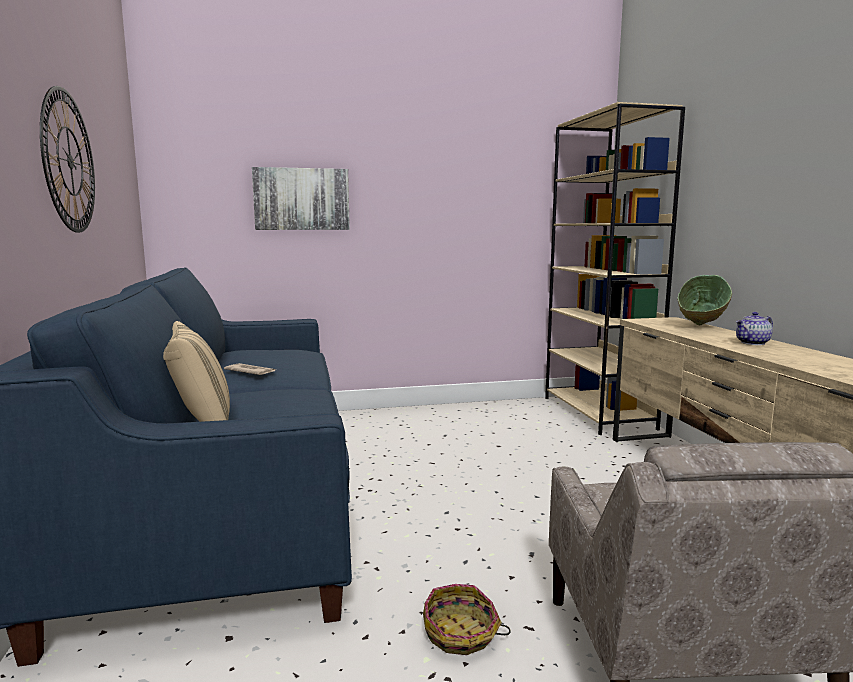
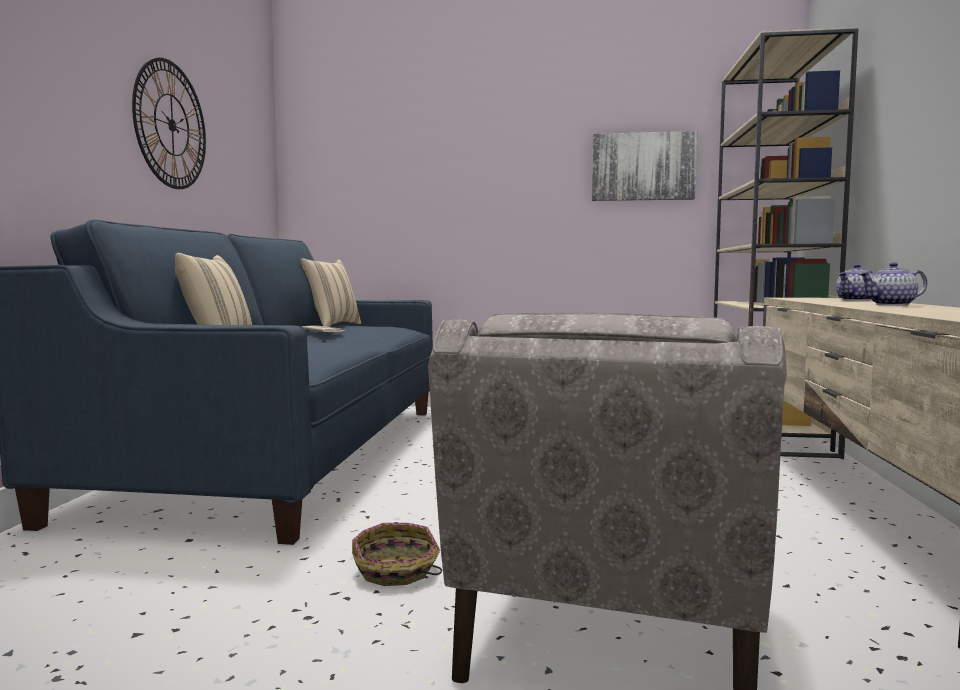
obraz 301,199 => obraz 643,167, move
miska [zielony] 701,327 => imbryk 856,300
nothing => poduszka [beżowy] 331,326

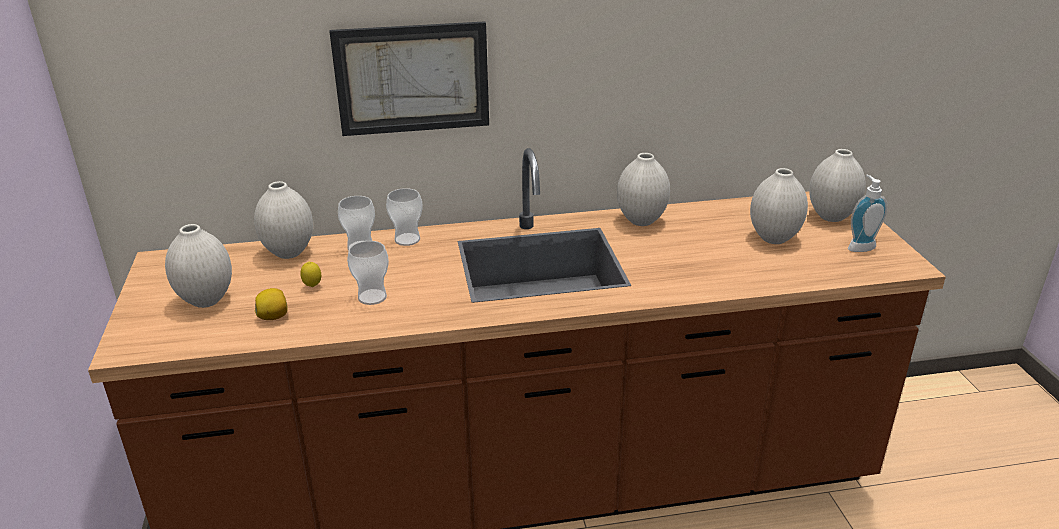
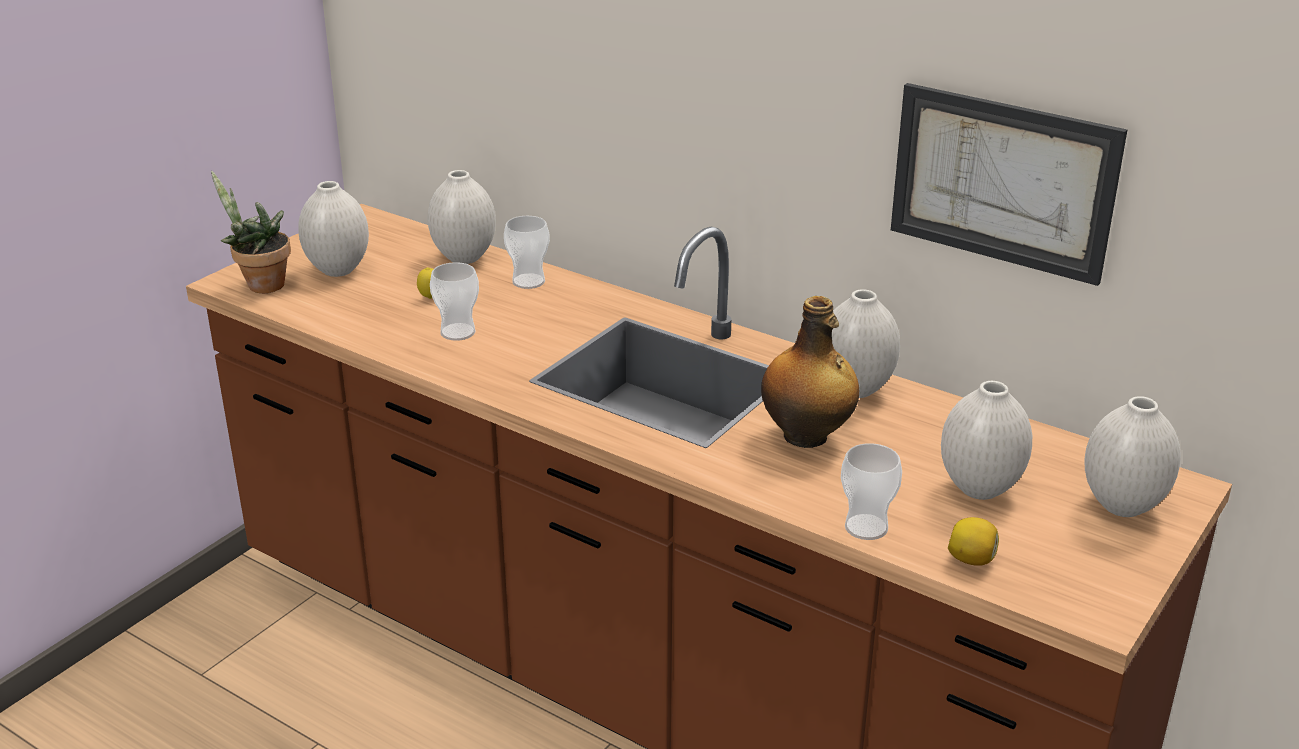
obraz 412,78 => obraz 1003,181, move
dozownik mydła 859,246 => nothing
filiżanka 407,239 => filiżanka 866,527, move
cytryna 273,317 => cytryna 971,559, move
nothing => roślina doniczkowa 261,285
nothing => butelka 807,436

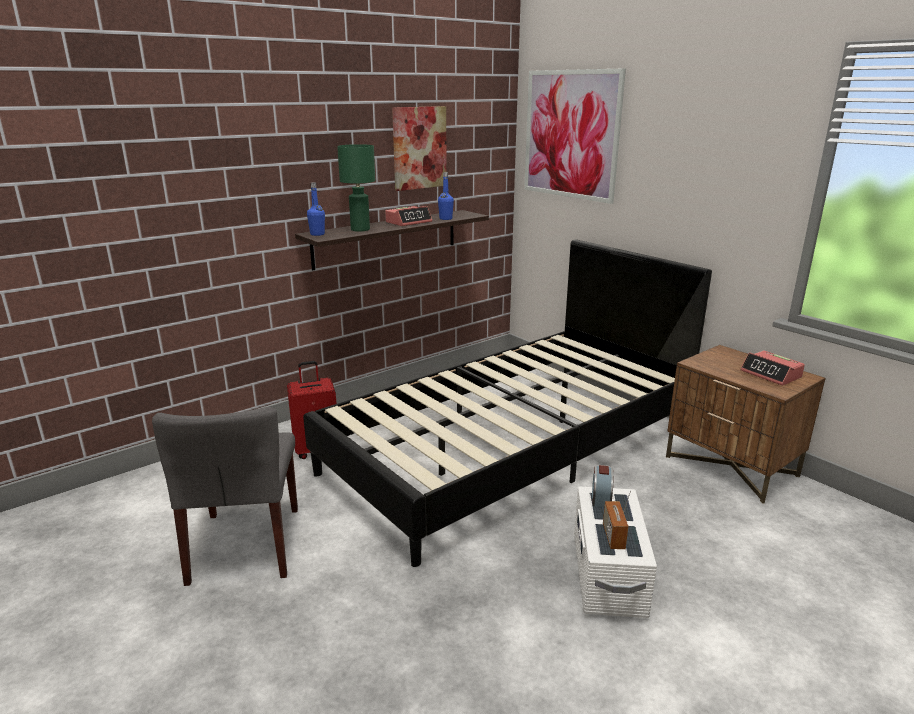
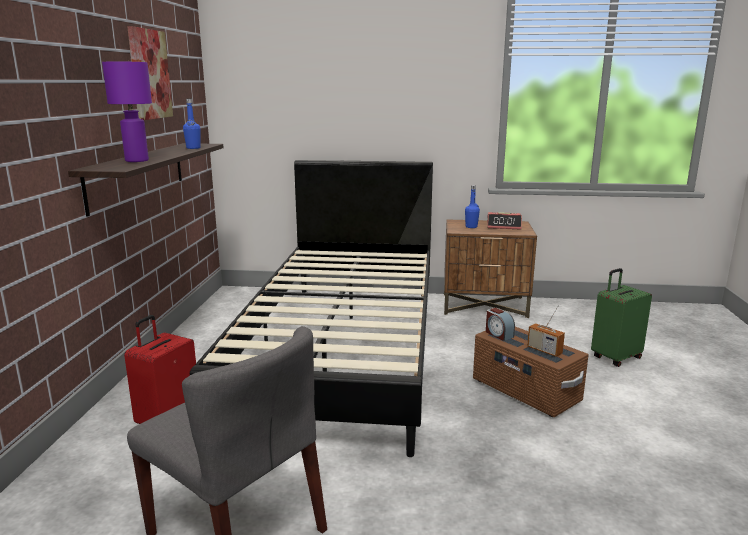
obraz 571,135 => nothing
lampa stołowa [zielony] 360,230 => lampa stołowa [fioletowy] 137,161
butelka [niebieski] 317,234 => butelka [niebieski] 471,227, move
budzik 408,222 => nothing
pojemnik do przechowywania [biały] 607,574 => pojemnik do przechowywania [brązowy] 525,391
nothing => walizka [zielony] 615,357

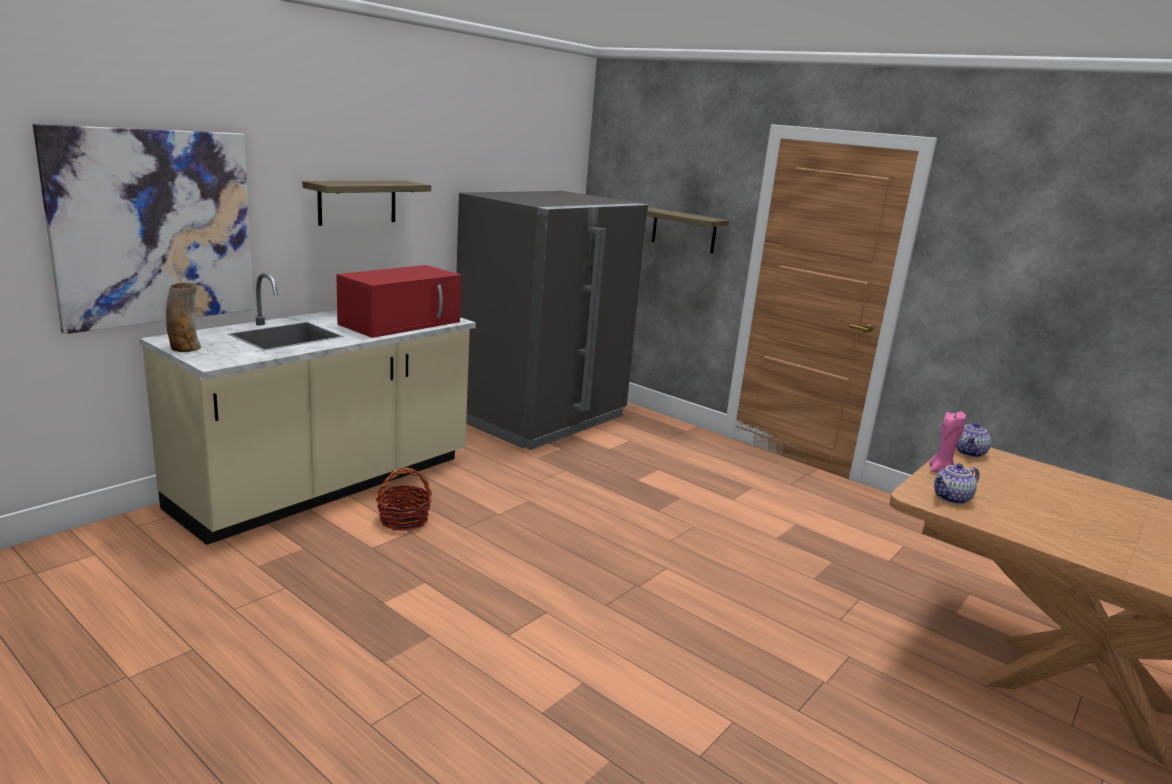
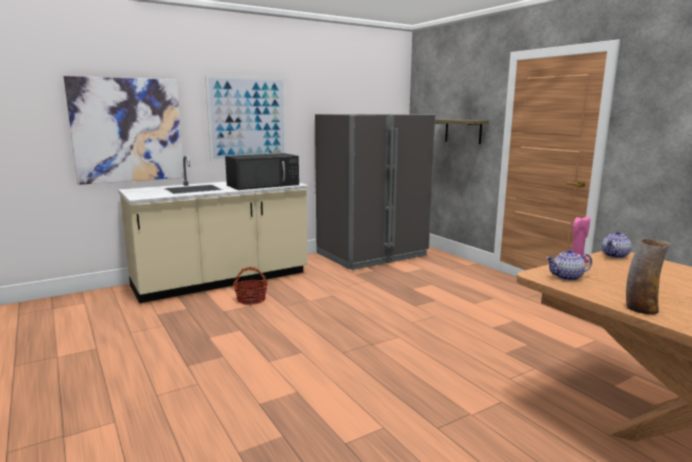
półka 357,202 => obraz 248,119
mikrofalówka [czerwony] 401,322 => mikrofalówka [czarny] 264,185
wazon 185,348 => wazon 640,309, move

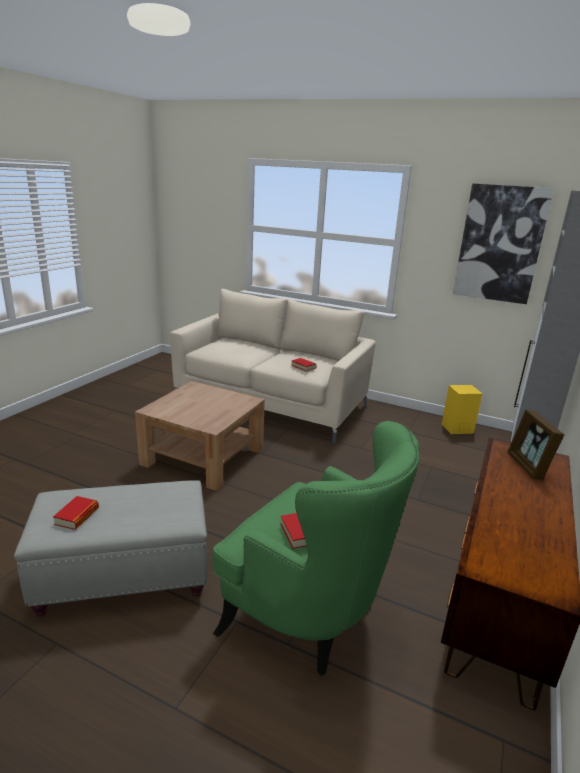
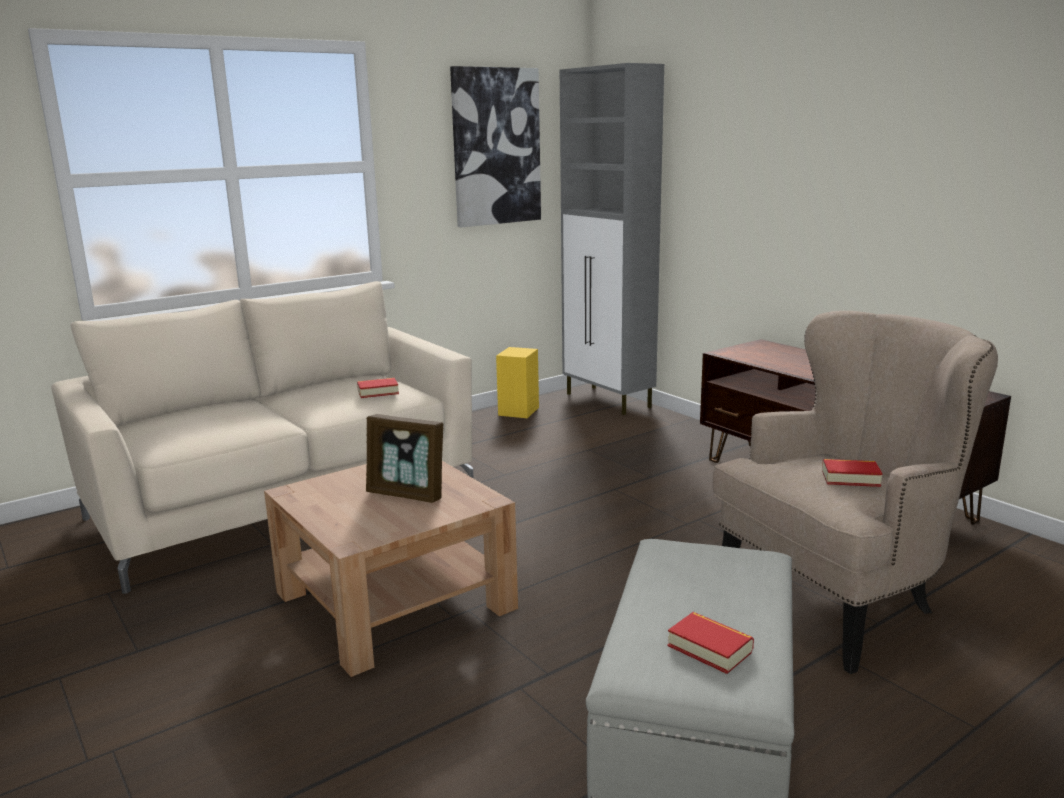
ramka na zdjęcie 528,466 => ramka na zdjęcie 407,494, move
fotel [zielony] 310,616 => fotel [beżowy] 836,597

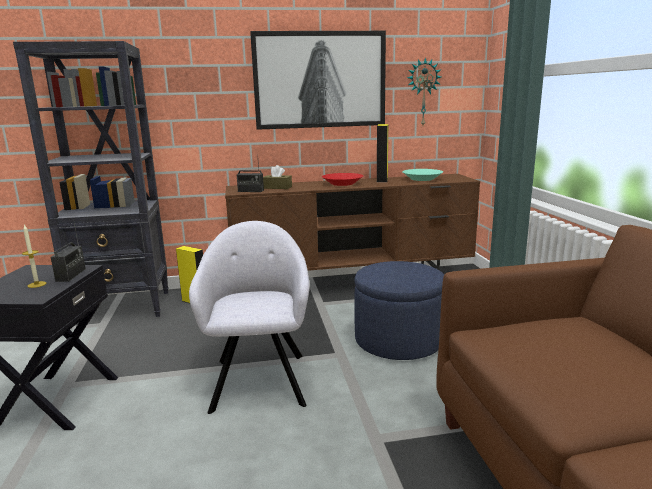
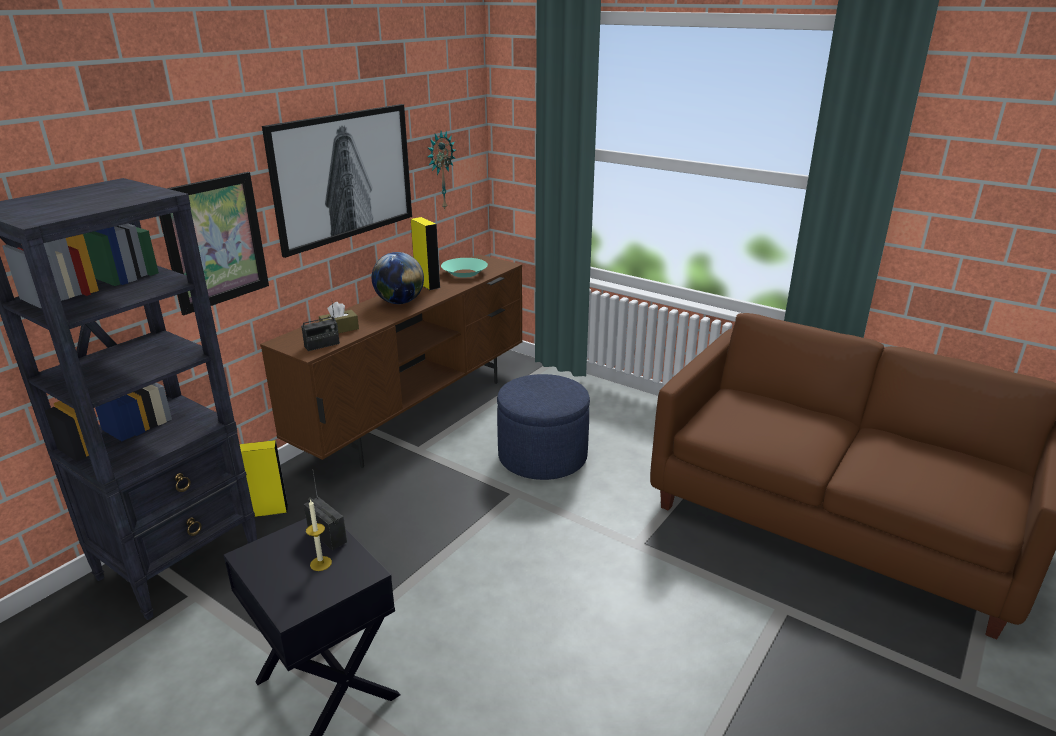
miska [czerwony] 342,183 => globus 399,302
fotel [szary] 259,378 => nothing
nothing => obraz 215,242

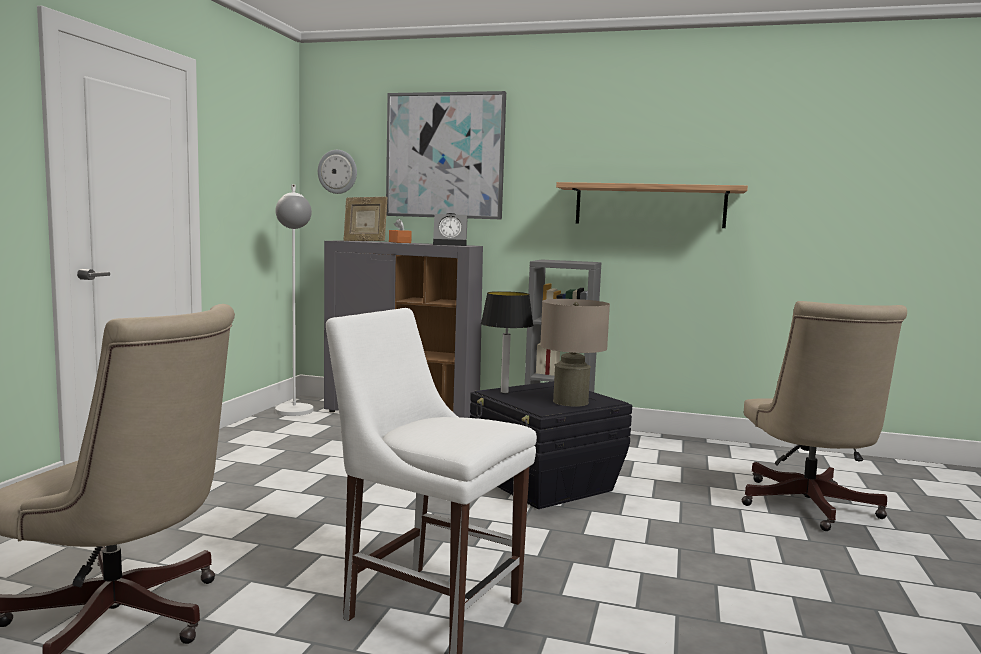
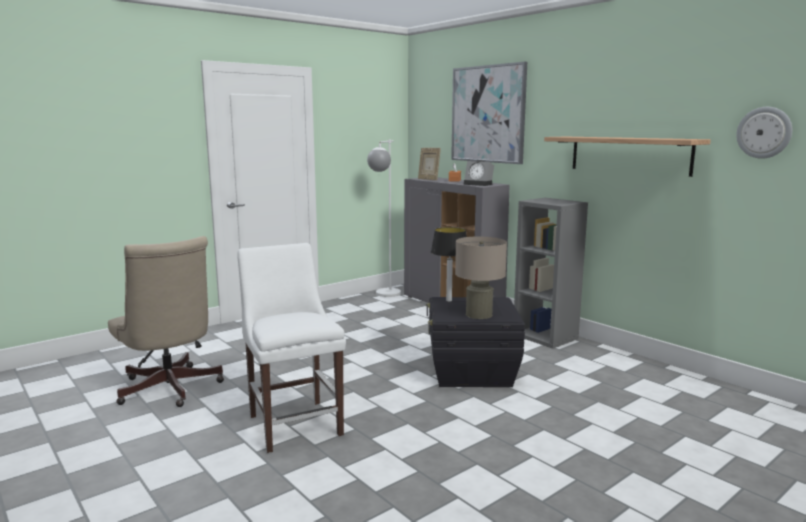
zegar ścienny 338,171 => zegar ścienny 764,132, move
krzesło biurowe [beżowy] 808,508 => nothing

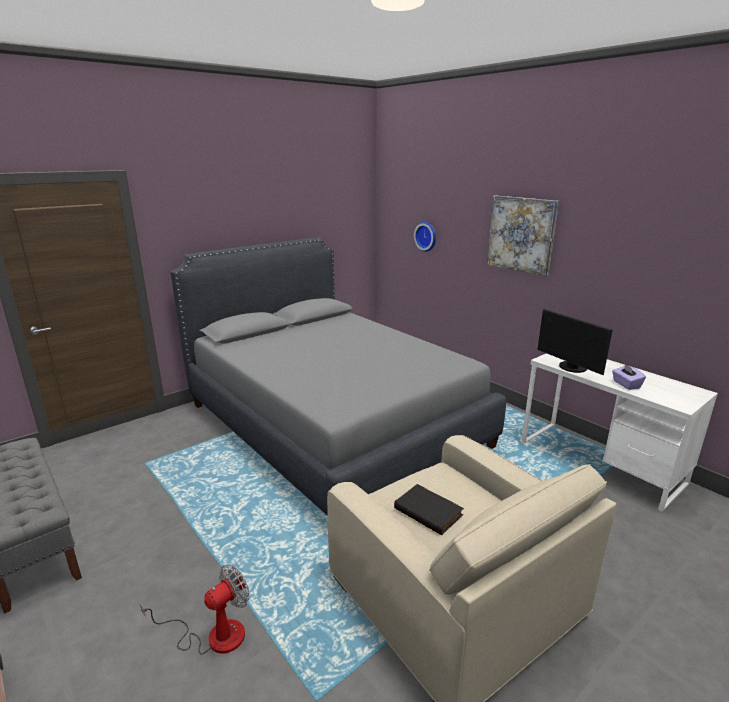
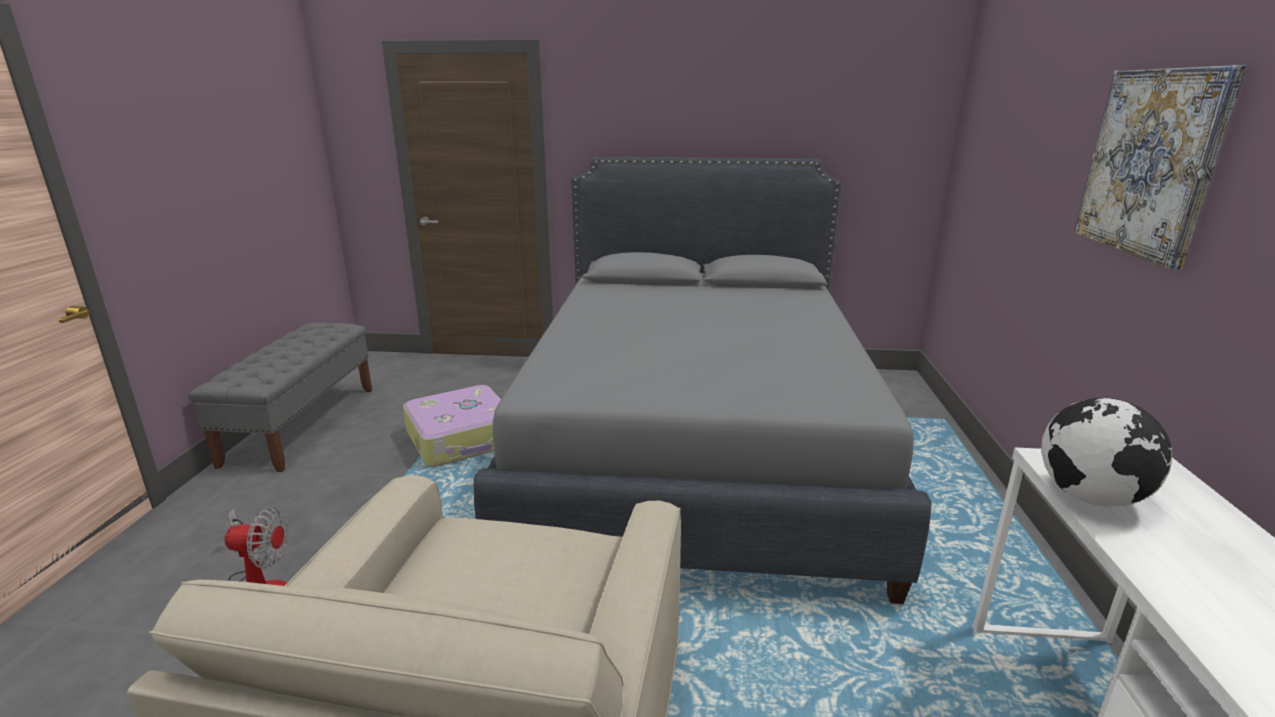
zegar ścienny 427,236 => nothing
monitor 571,368 => globus 1090,497
pudełko chusteczek [fioletowy] 626,384 => nothing
książka [czarny] 429,511 => nothing
nothing => walizka 462,439

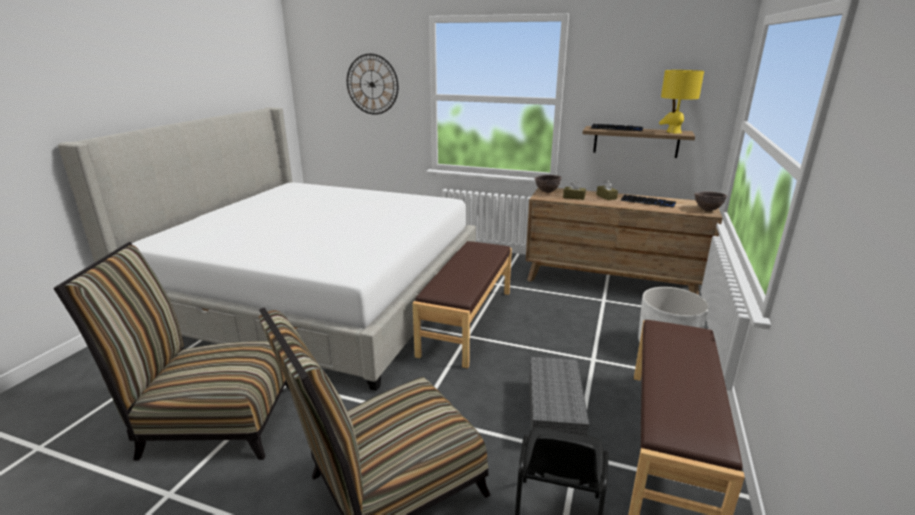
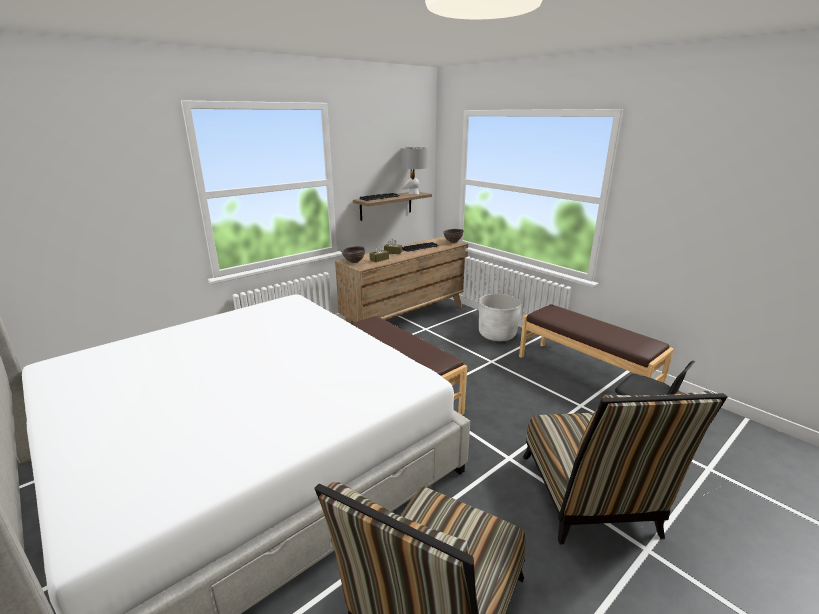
zegar ścienny 372,84 => nothing
lampa stołowa [żółty] 673,132 => lampa stołowa [szary] 413,193
pojemnik do przechowywania [szary] 553,412 => nothing

